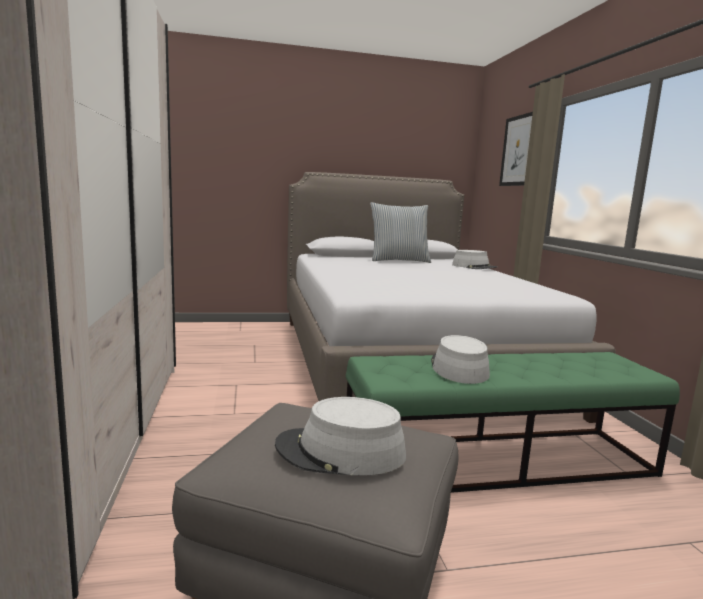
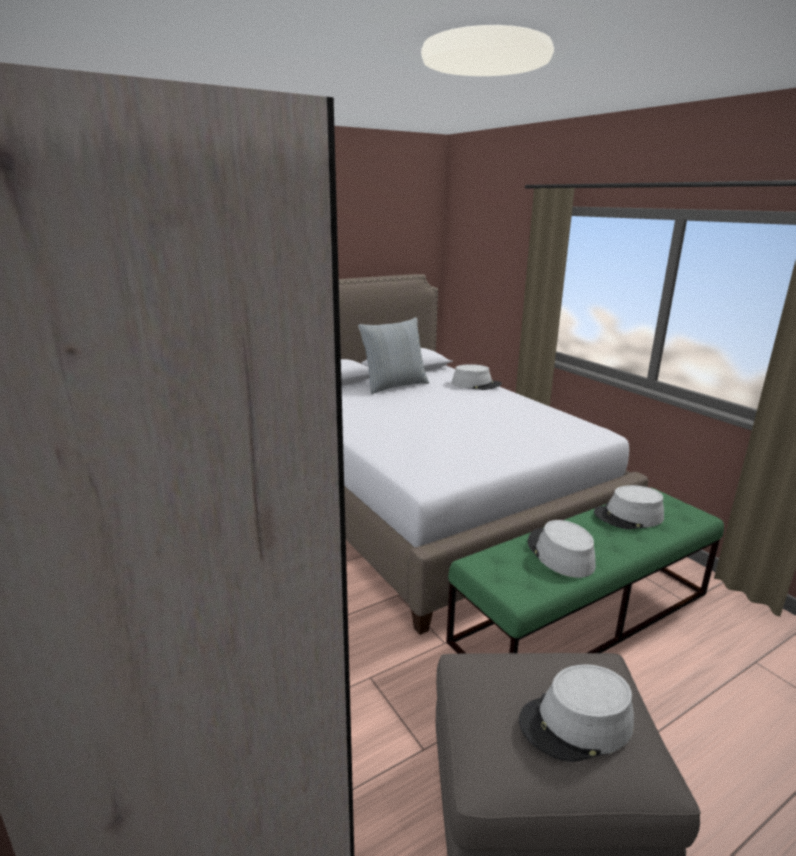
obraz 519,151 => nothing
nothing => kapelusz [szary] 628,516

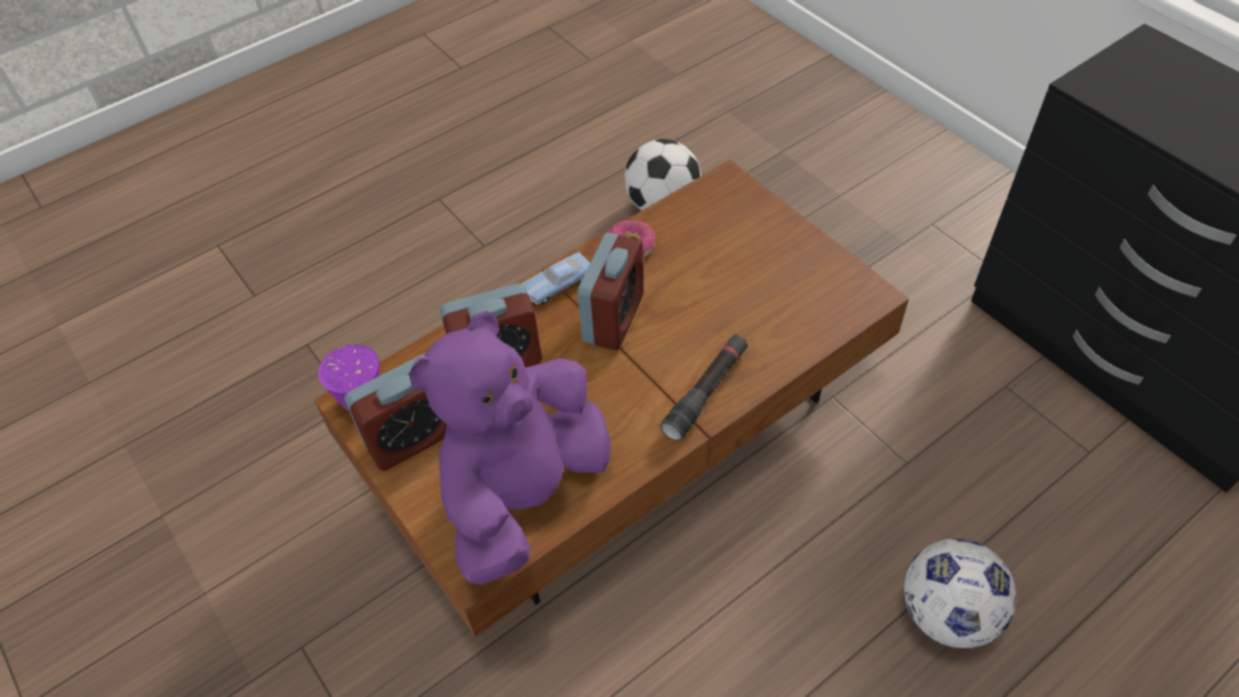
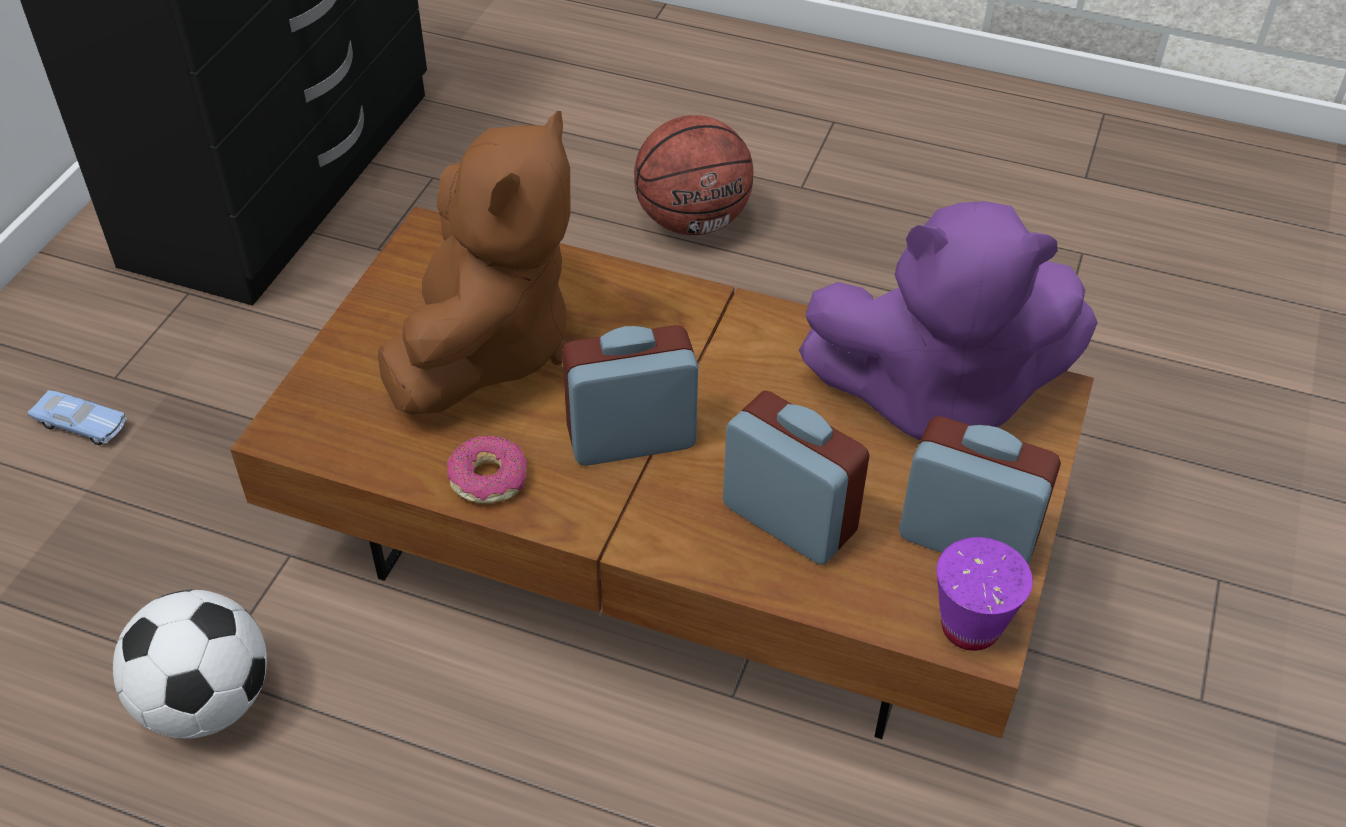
samochodzik [niebieski] 558,284 => samochodzik [niebieski] 81,425, move
latarka [czarny] 706,392 => nothing
piłka futbolowa 947,614 => piłka do koszykówki 693,221
nothing => pluszak [brązowy] 487,346

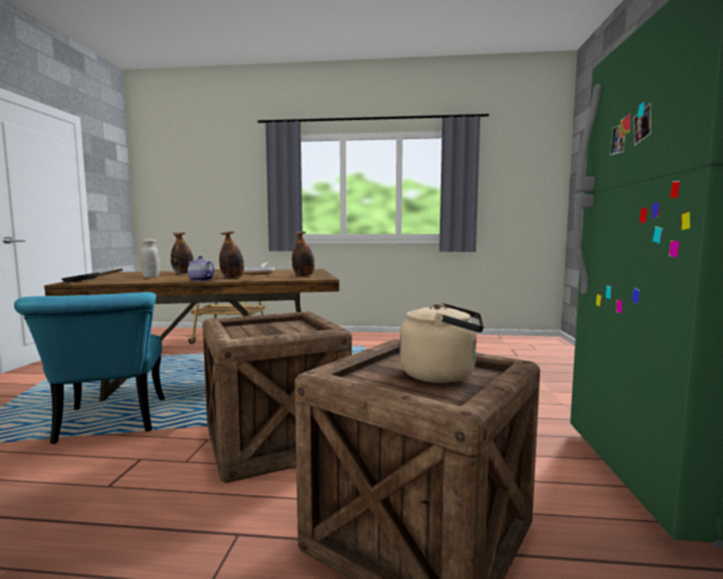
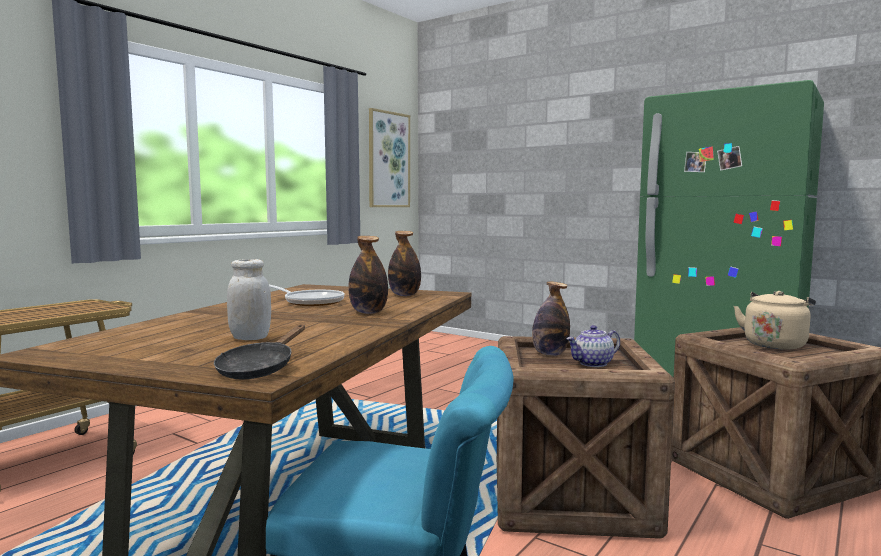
butelka 183,273 => butelka 549,354, move
imbryk 200,280 => imbryk 593,363, move
nothing => obraz 388,160

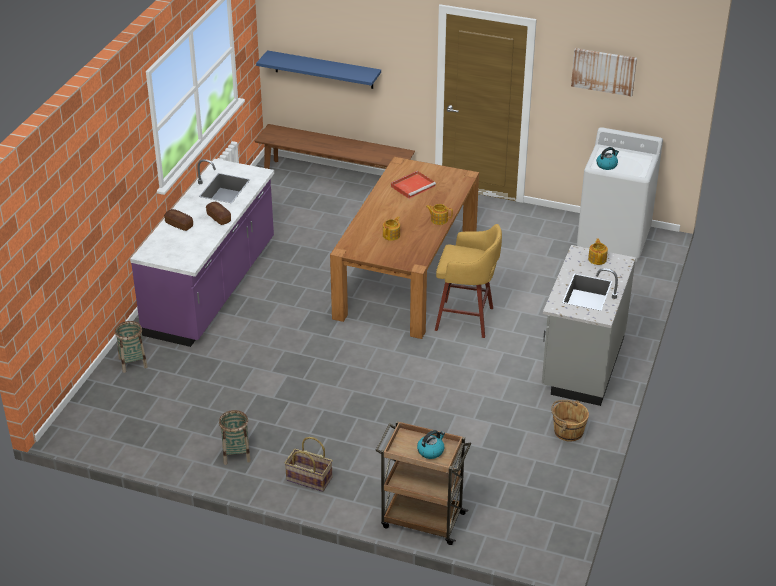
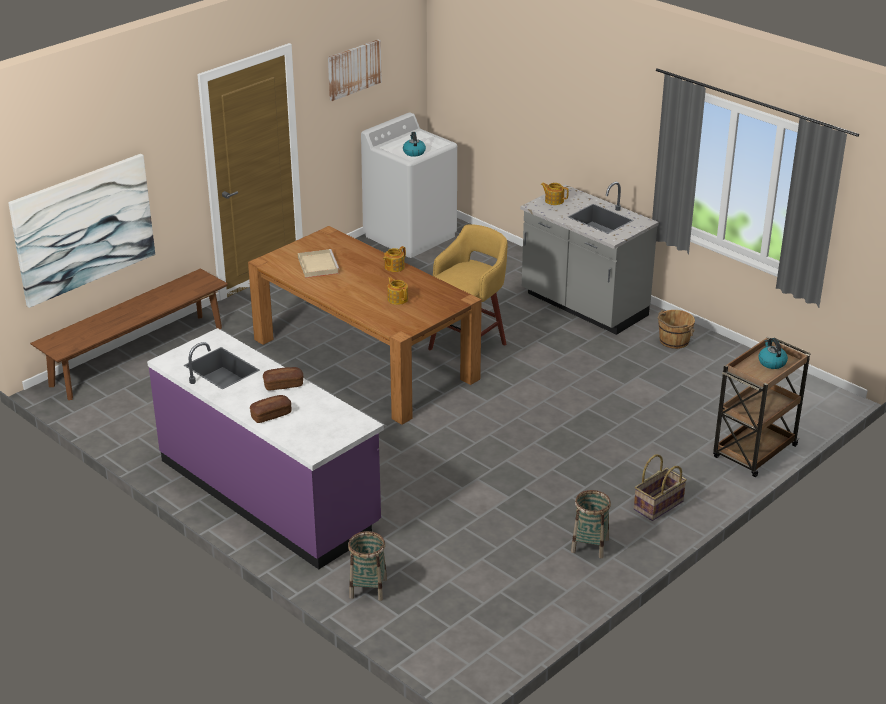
półka [niebieski] 323,69 => obraz 84,229
taca [czerwony] 413,186 => taca [beżowy] 317,265

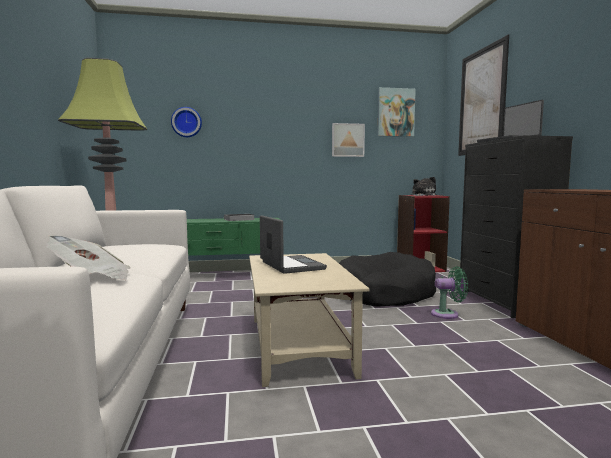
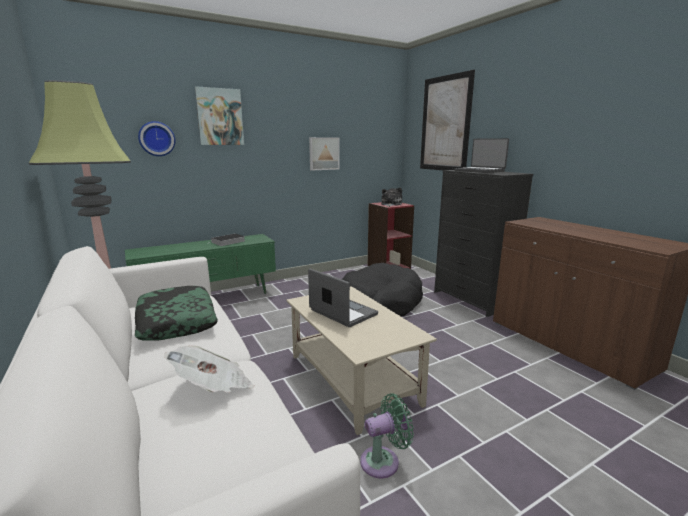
obraz 395,112 => obraz 220,117, move
wentylator [zielony] 447,314 => wentylator [zielony] 383,461, move
nothing => poduszka 176,321

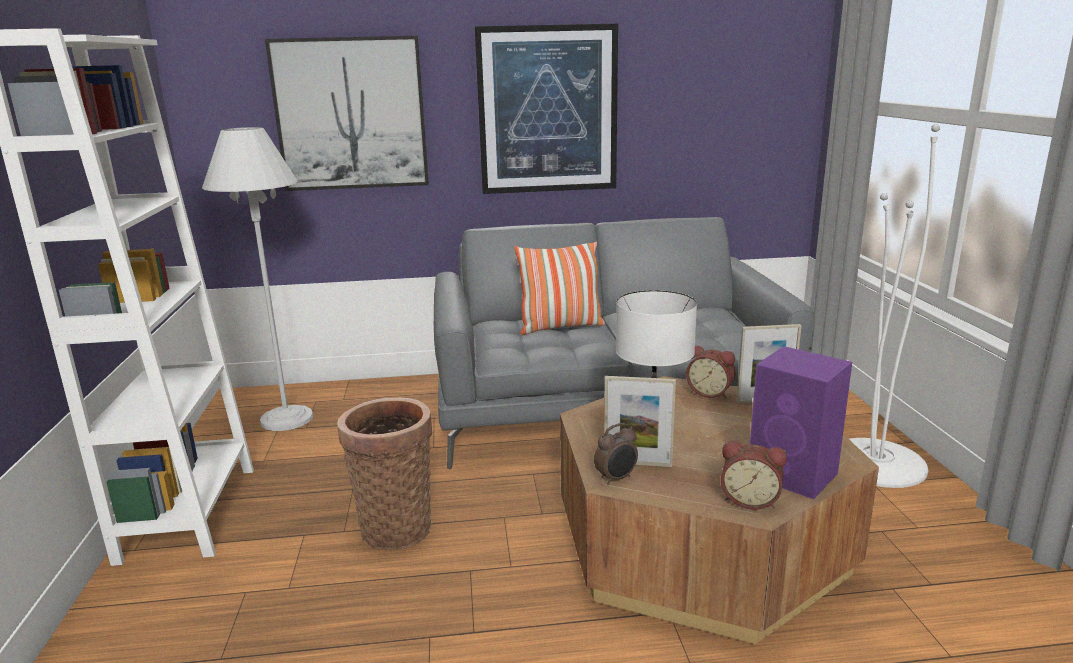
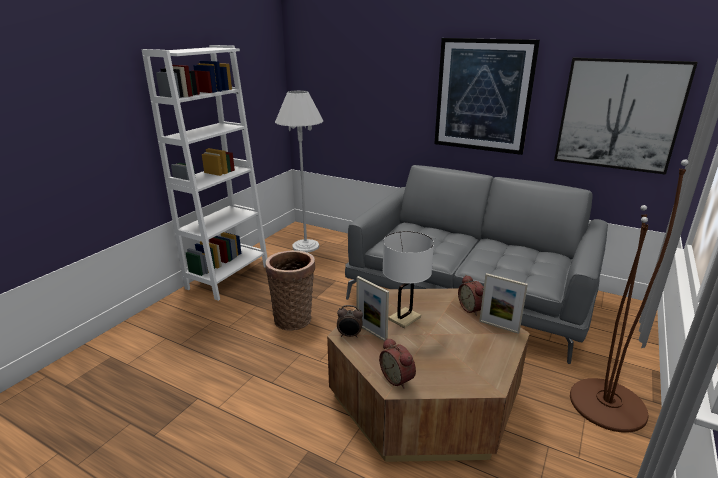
obraz 351,114 => obraz 619,115, move
lampa stojąca [biały] 876,463 => lampa stojąca [brązowy] 607,404
poduszka 560,327 => nothing
głośnik [fioletowy] 794,475 => nothing

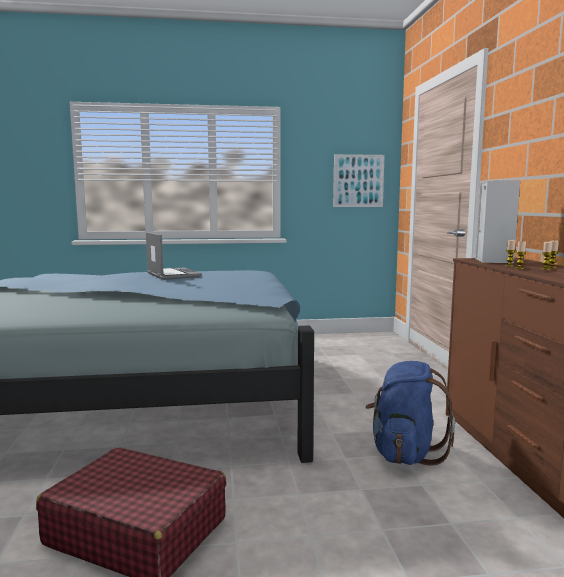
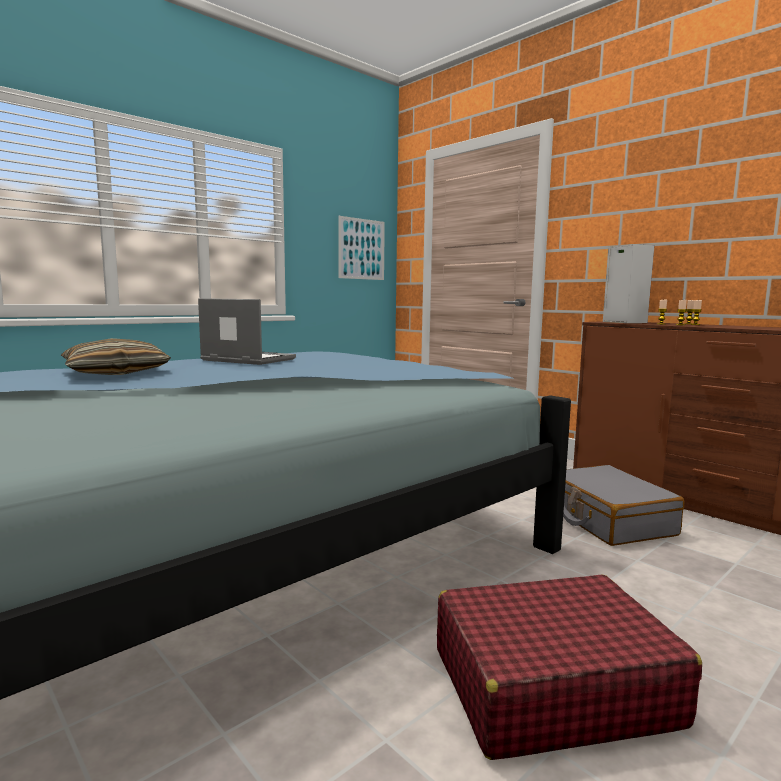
plecak [niebieski] 404,453 => walizka [szary] 607,520
nothing => poduszka 115,372

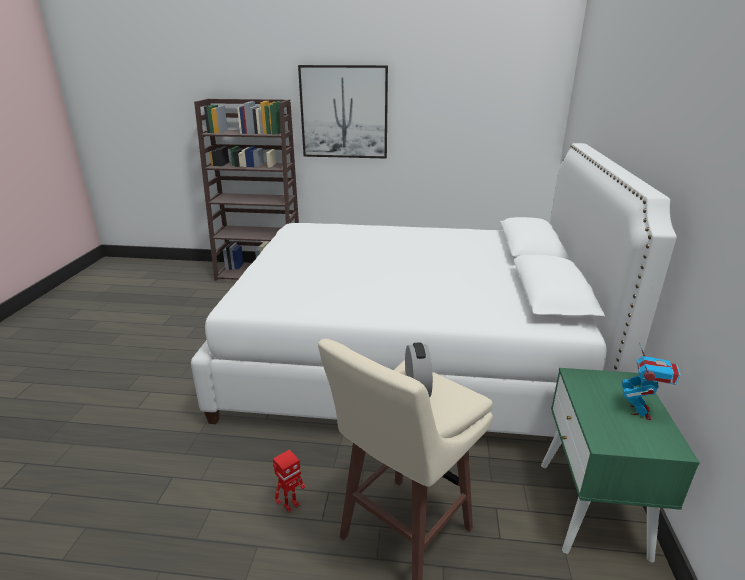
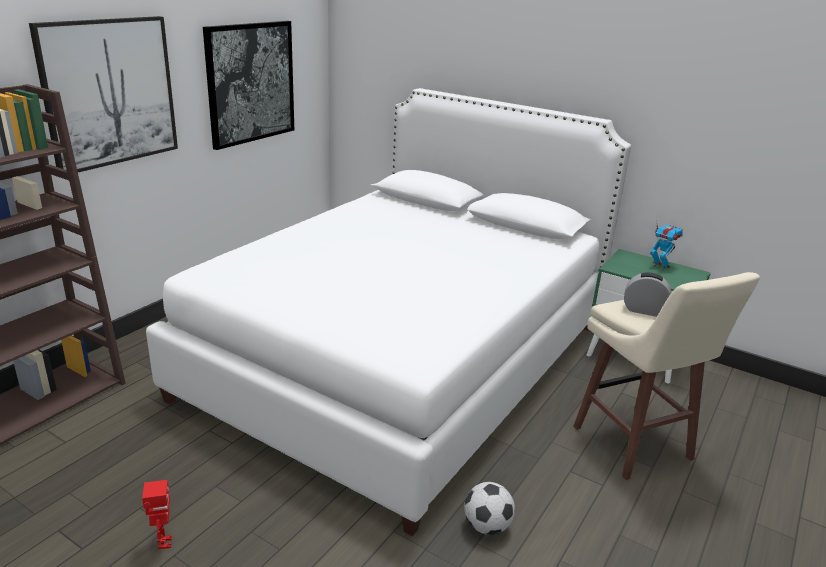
robot zabawkowy 291,505 => robot zabawkowy 164,543, move
nothing => obraz 251,83
nothing => piłka futbolowa 487,526

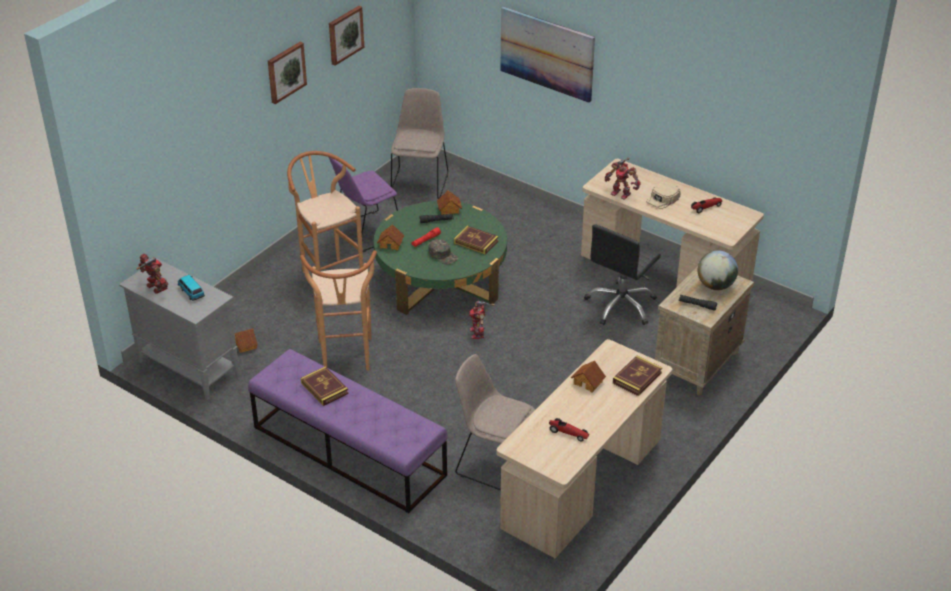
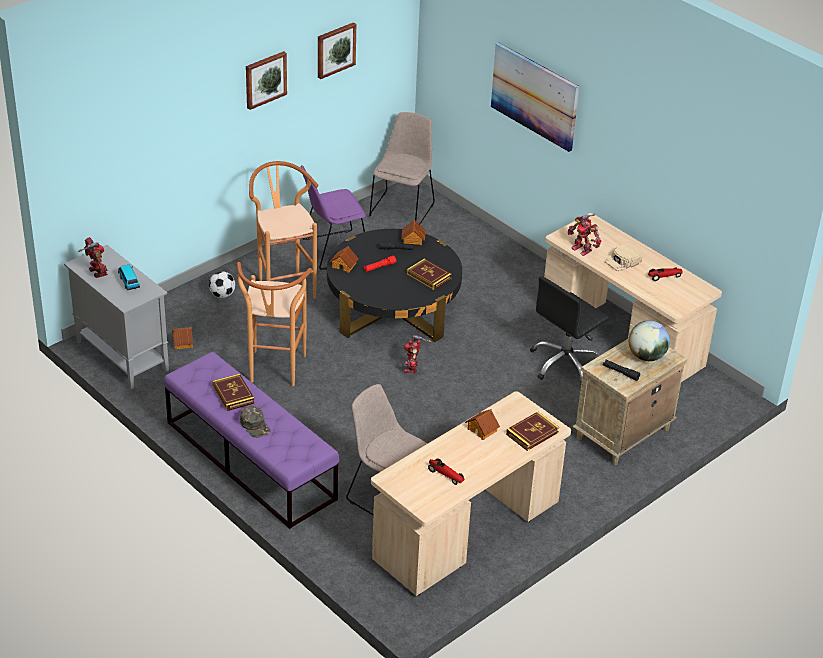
ława [zielony] 441,278 => ława [czarny] 393,308
czapka z daszkiem [zielony] 443,255 => czapka z daszkiem [zielony] 255,425, move
nothing => piłka futbolowa 222,295

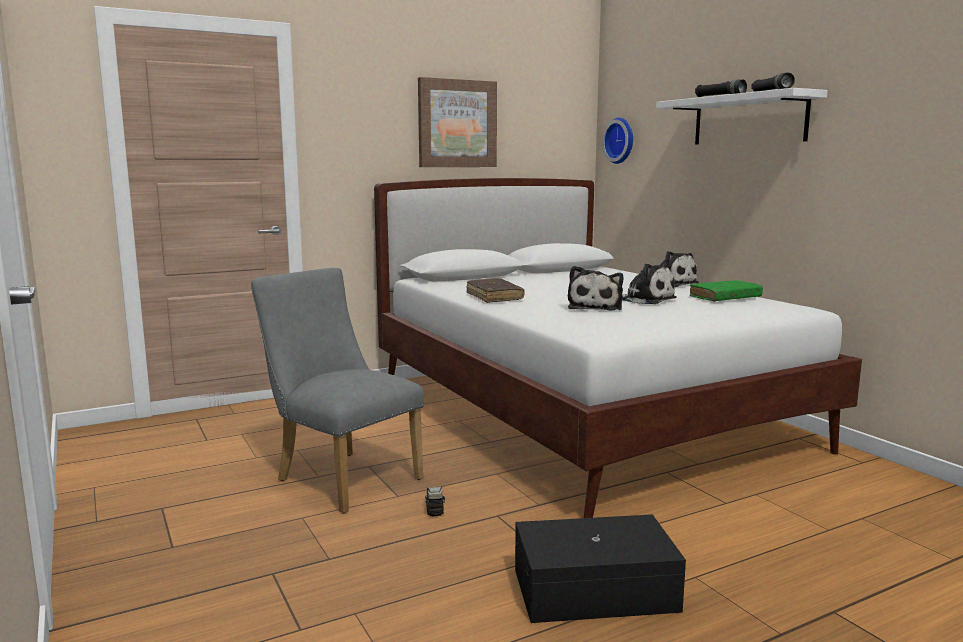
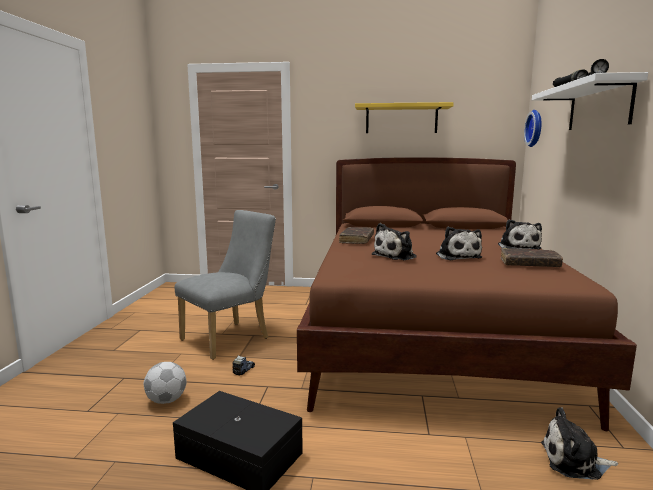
obraz 457,124 => półka [żółty] 401,119
łóżko [biały] 583,414 => łóżko [brązowy] 430,337
krzesło [szary] 341,477 => krzesło [szary] 231,337, 60 degrees clockwise
książka [zielony] 725,298 => książka [brązowy] 529,264
nothing => piłka futbolowa 166,400
nothing => pluszak 574,461

